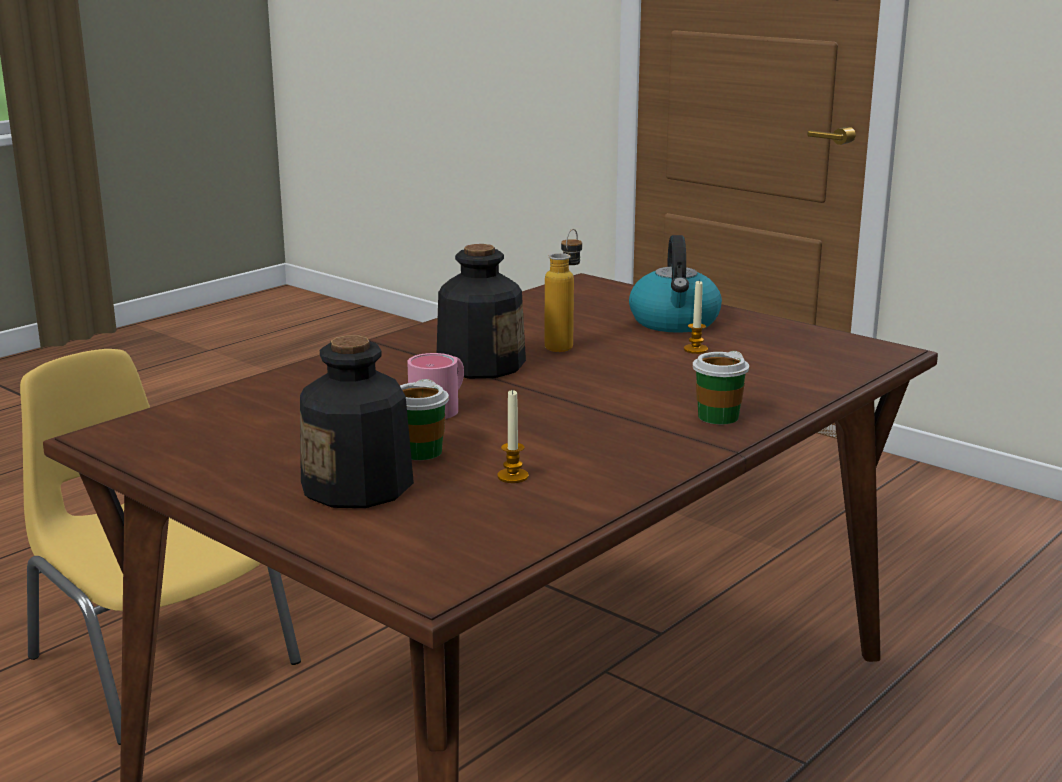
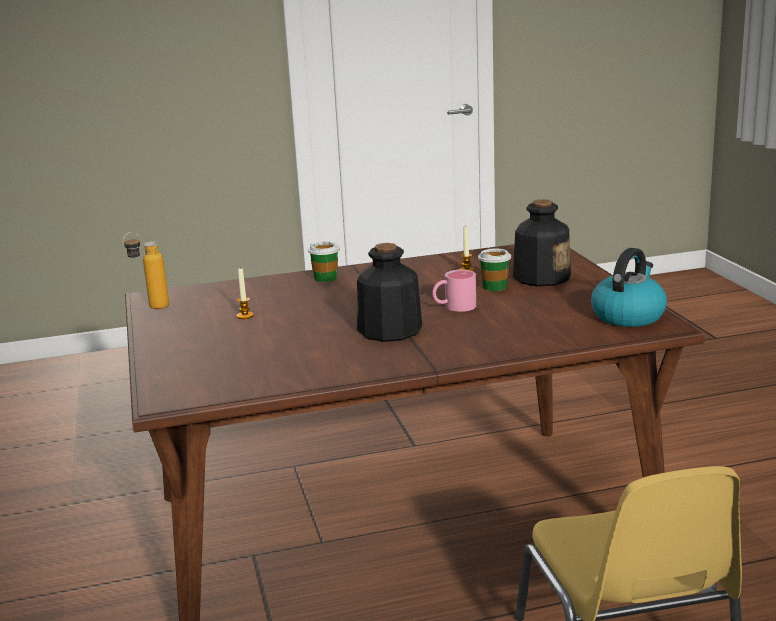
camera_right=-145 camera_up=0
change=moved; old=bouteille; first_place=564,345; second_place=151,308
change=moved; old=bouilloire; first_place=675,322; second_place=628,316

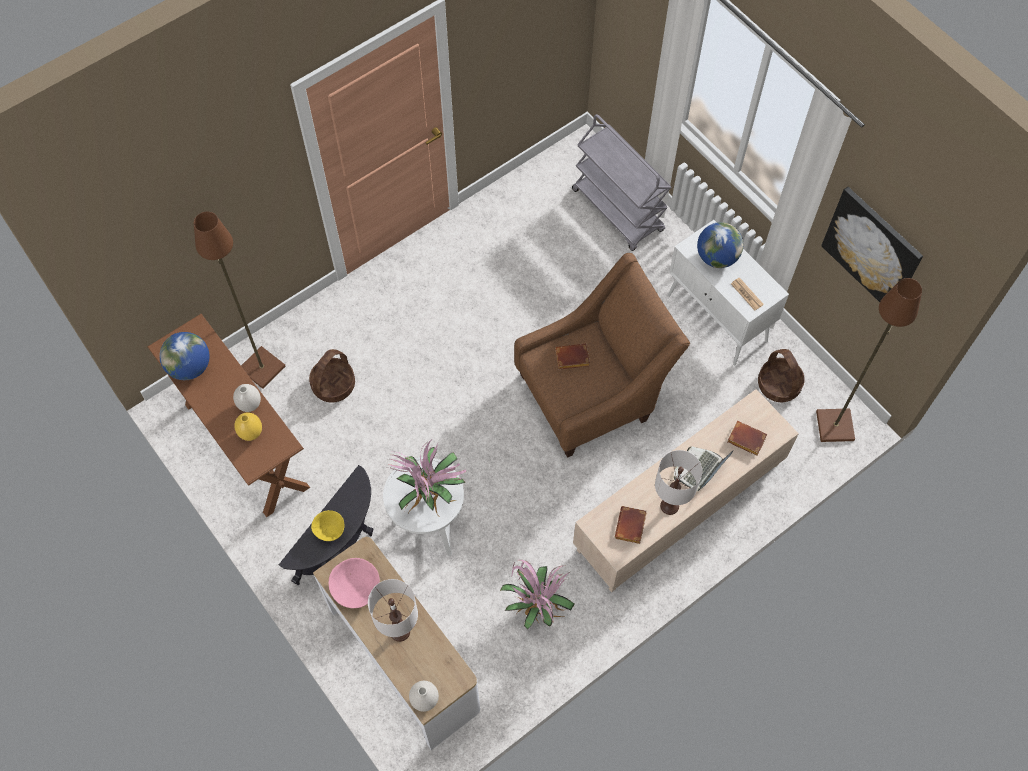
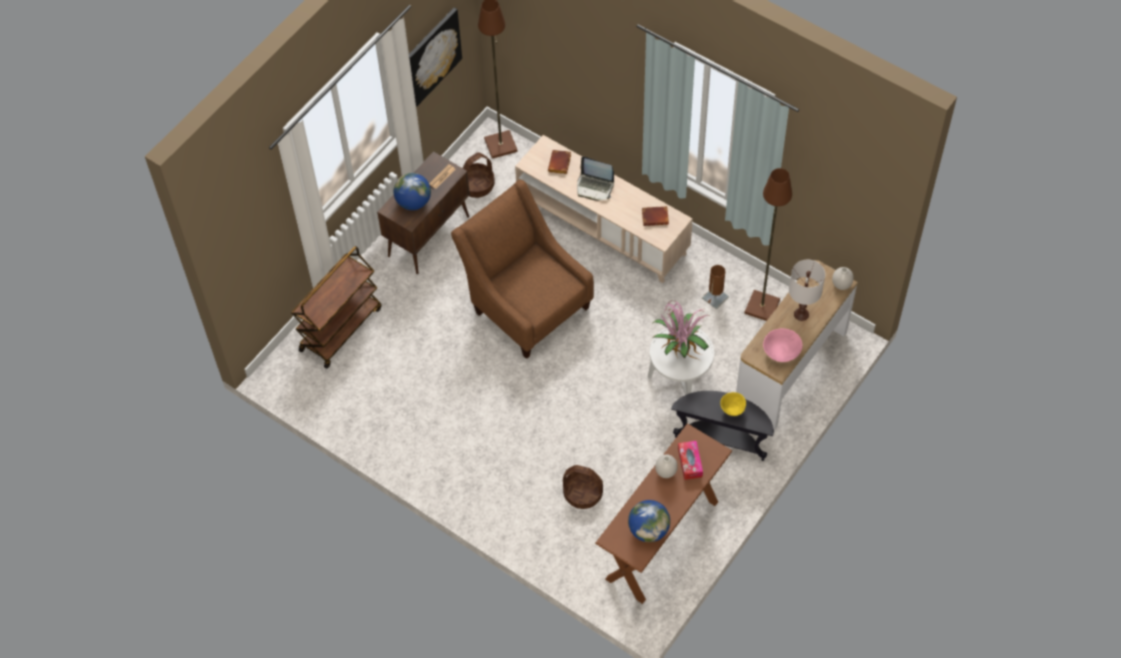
camera_right=-105 camera_up=-5
change=recoloured; old=chariot [gris]; new=chariot [marron]; first_place=618,211; second_place=340,328
change=moved; old=lampadaire [marron]; first_place=261,368; second_place=762,307
change=recoloured; old=meuble de rangement [blanc]; new=meuble de rangement [marron]; first_place=718,319; second_place=429,236
change=removed; old=livre [marron]; first_place=571,359
change=replaced; old=vase [jaune]; new=boîte à mouchoirs; first_place=251,433; second_place=690,463
change=removed; old=lampe de table [blanc]; first_place=670,506
change=replaced; old=plante en pot; new=lampe de table [marron]; first_place=536,605; second_place=715,297

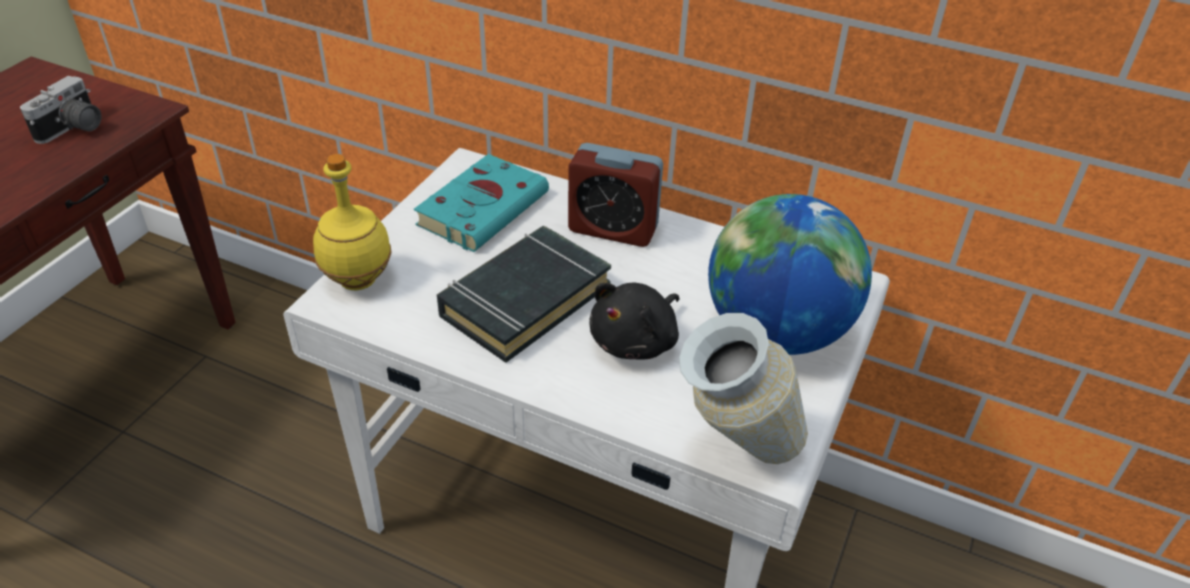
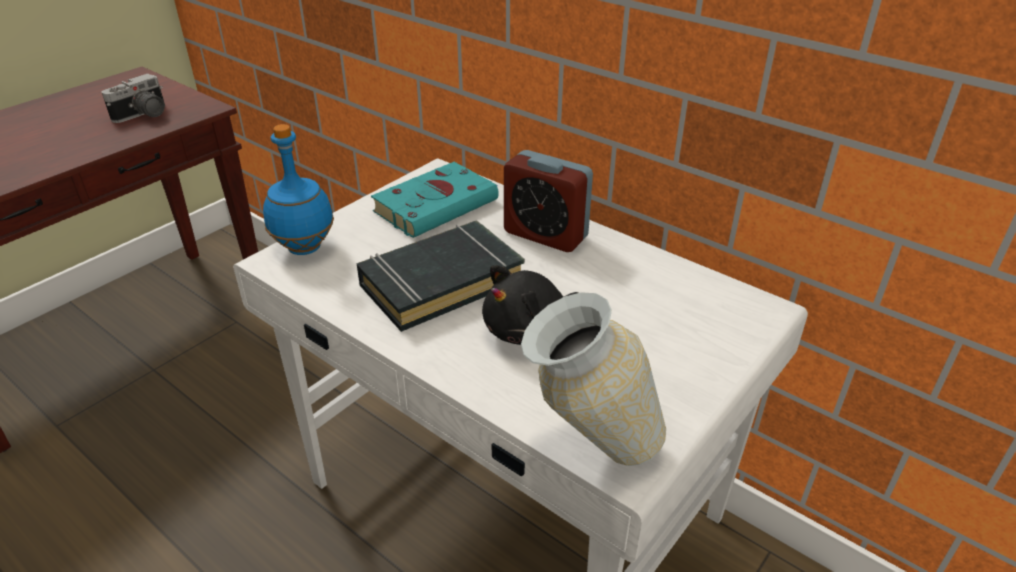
camera_right=15 camera_up=-5
change=recoloured; old=bouteille [jaune]; new=bouteille [bleu]; first_place=358,281; second_place=304,248
change=removed; old=globe; first_place=776,332

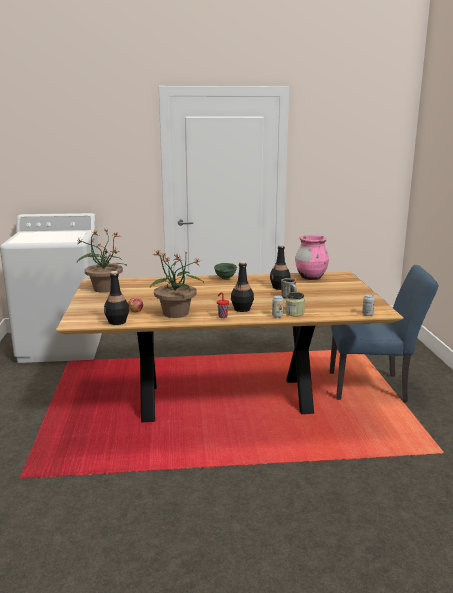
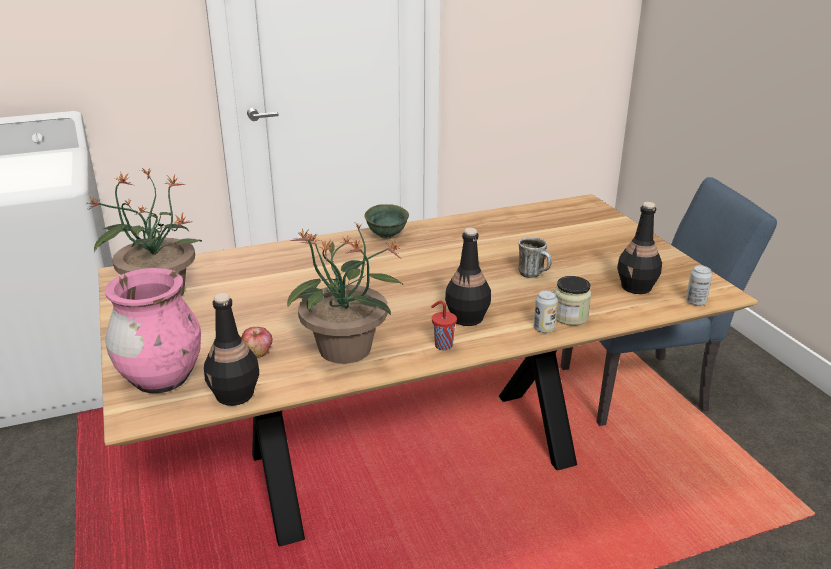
camera_right=-15 camera_up=10
change=moved; old=vase [rose]; first_place=311,277; second_place=162,379
change=moved; old=bouteille [noir]; first_place=280,287; second_place=636,287

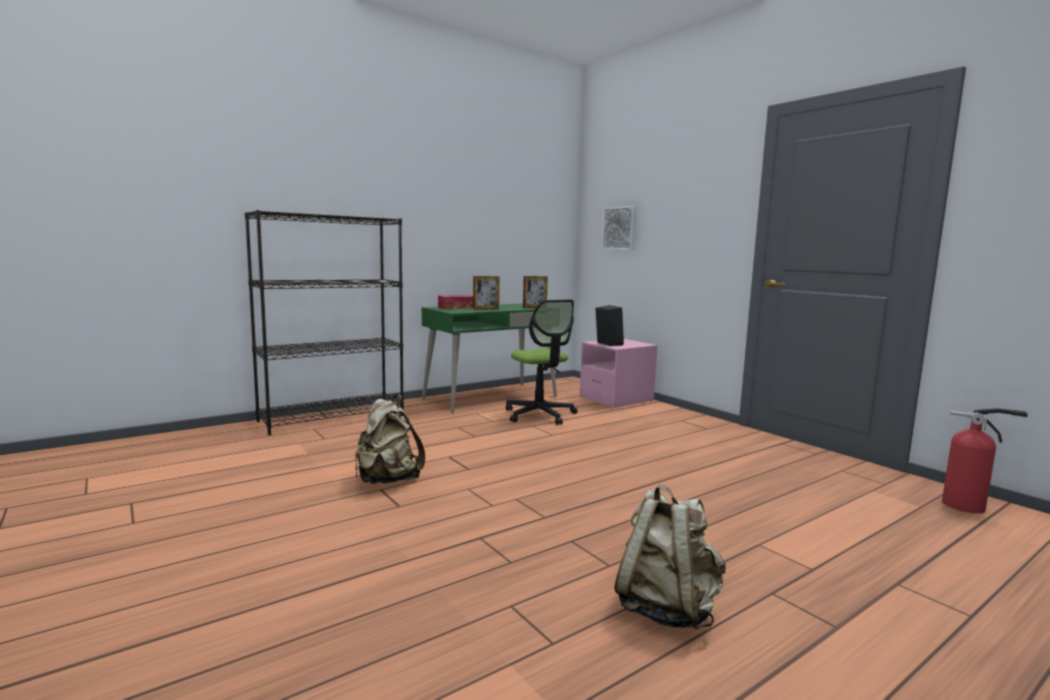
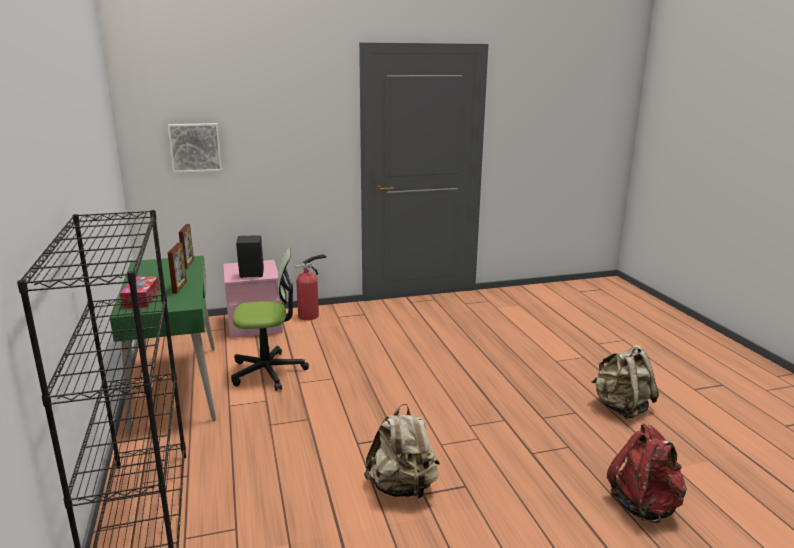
camera_right=-70 camera_up=10
change=moved; old=extincteur; first_place=968,507; second_place=310,315
change=added; new=sac à dos [rouge]; second_place=644,505

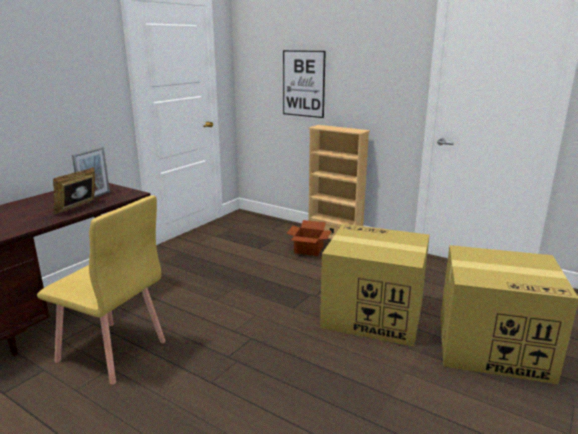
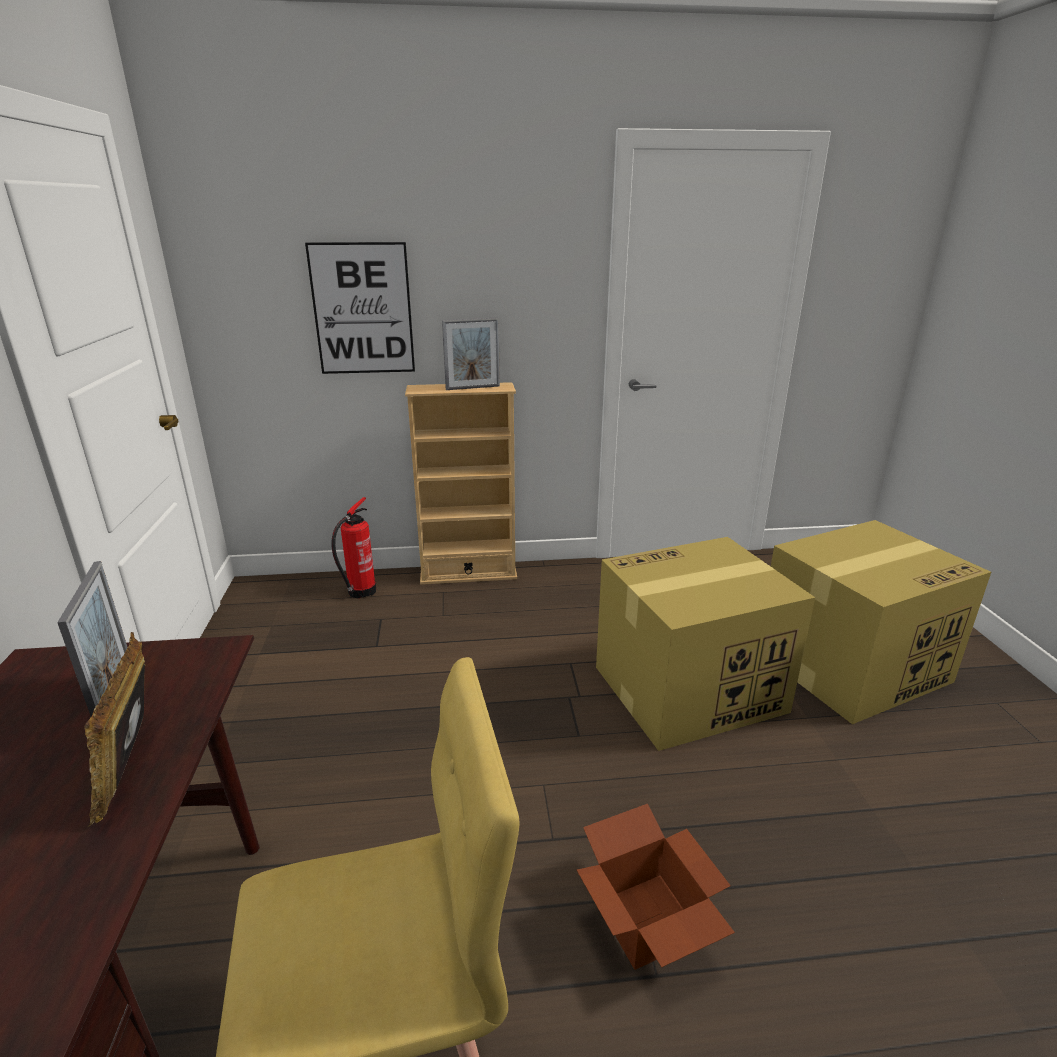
camera_right=-40 camera_up=5
change=moved; old=carton; first_place=308,250; second_place=648,922
change=added; new=cadre photo; second_place=473,388
change=added; new=extincteur; second_place=360,592

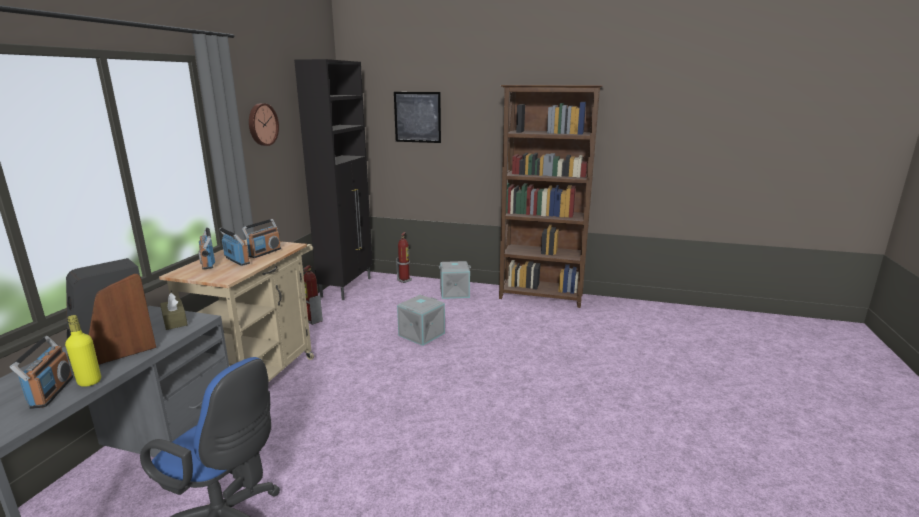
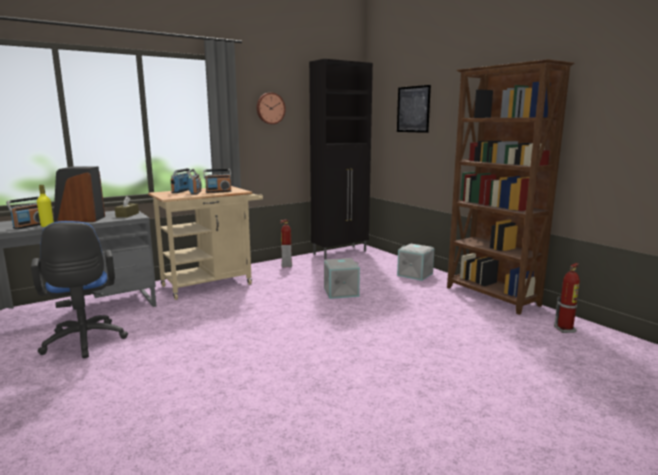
camera_right=40 camera_up=-5
change=moved; old=extincteur; first_place=404,280; second_place=565,329

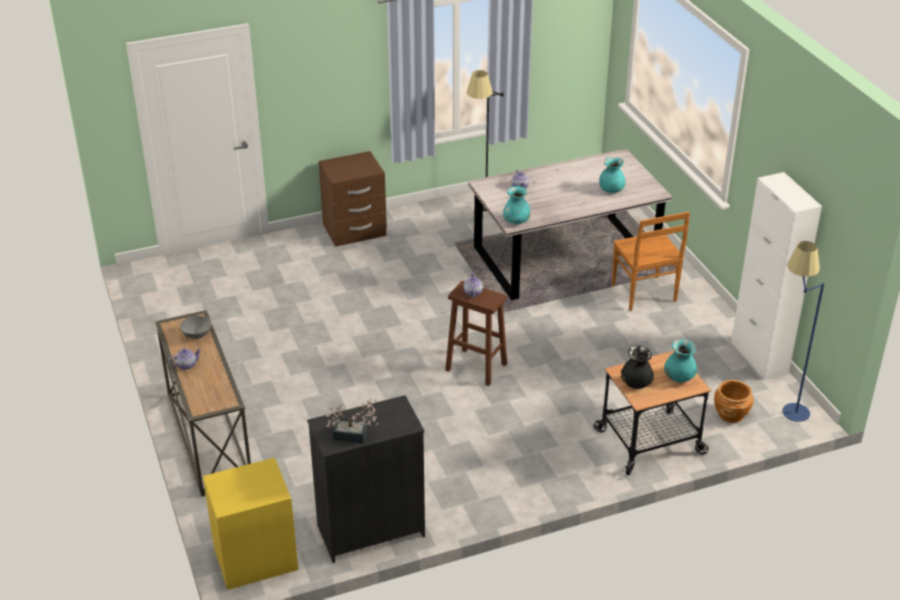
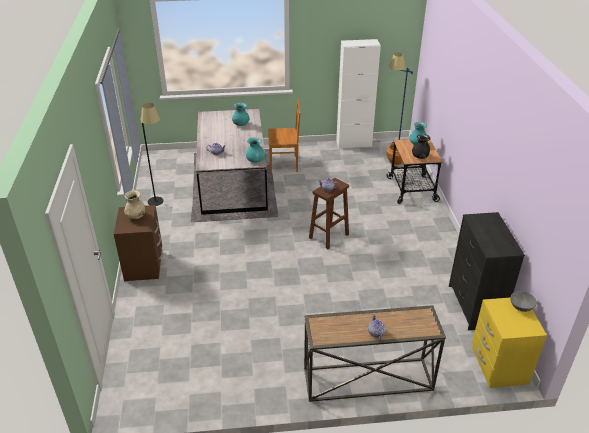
camera_right=-75 camera_up=0
change=moved; old=bol [gris]; first_place=197,334; second_place=521,307
change=removed; old=plante en pot; first_place=354,435
change=added; new=vase [beige]; second_place=136,216

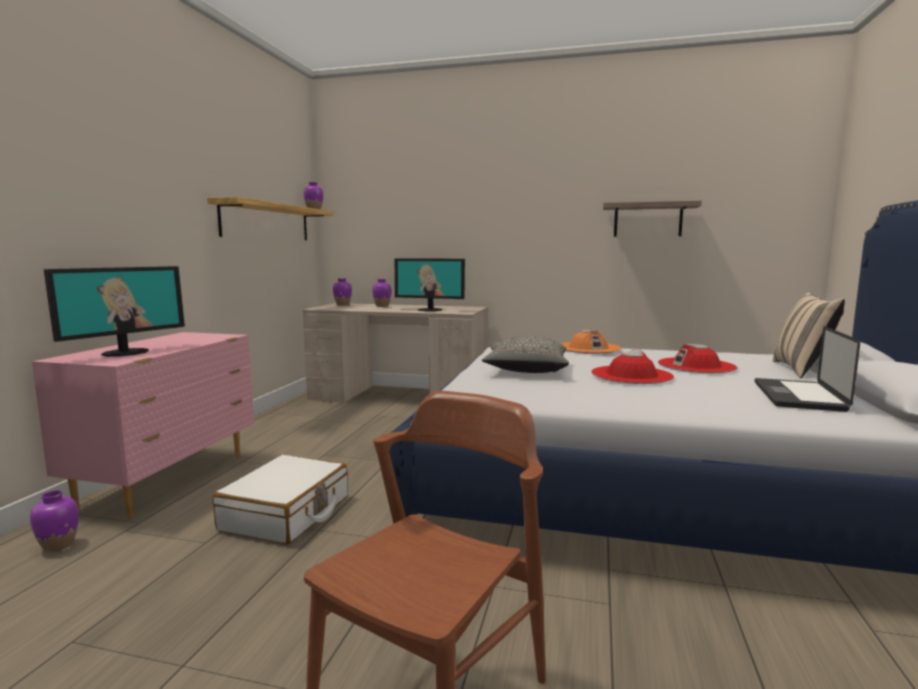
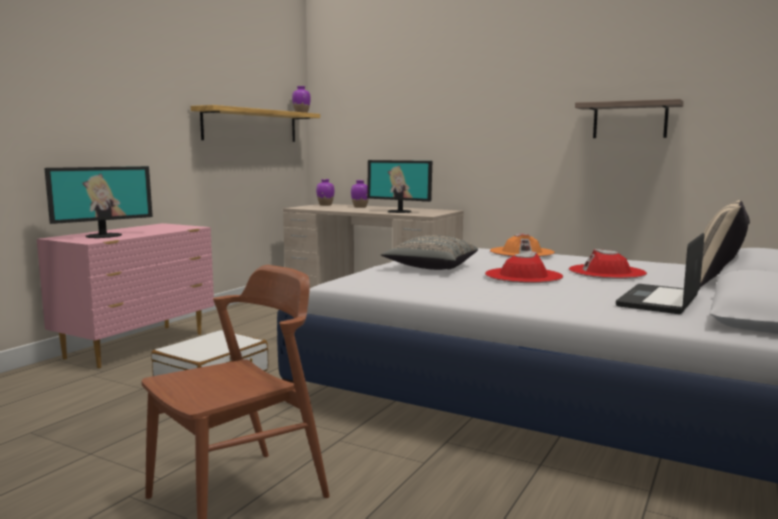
camera_right=15 camera_up=0
change=removed; old=vase [violet]; first_place=58,545

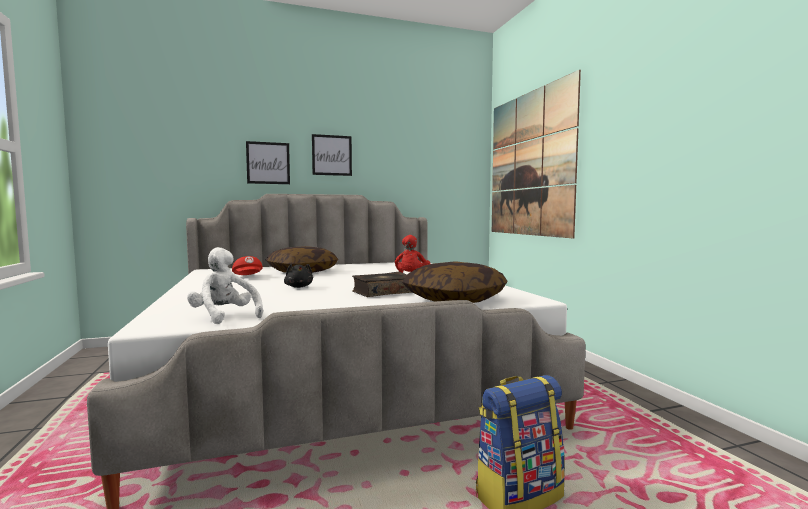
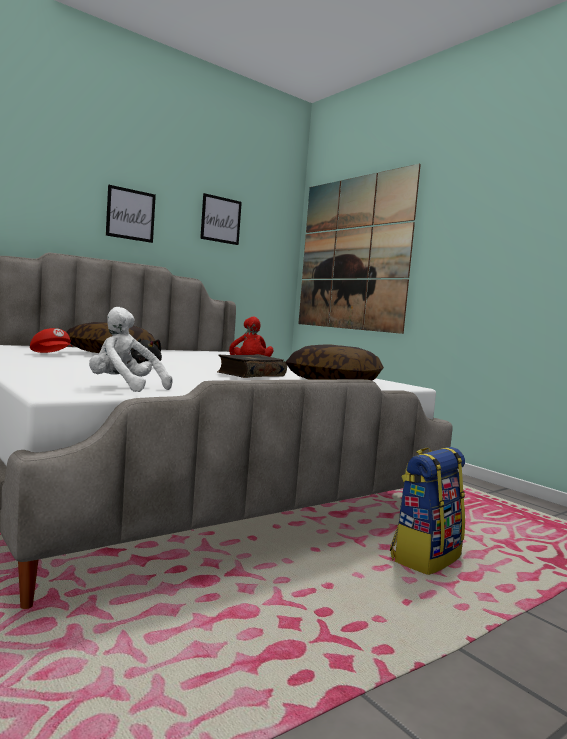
camera_right=-20 camera_up=0
change=moved; old=tableau; first_place=268,163; second_place=221,220

